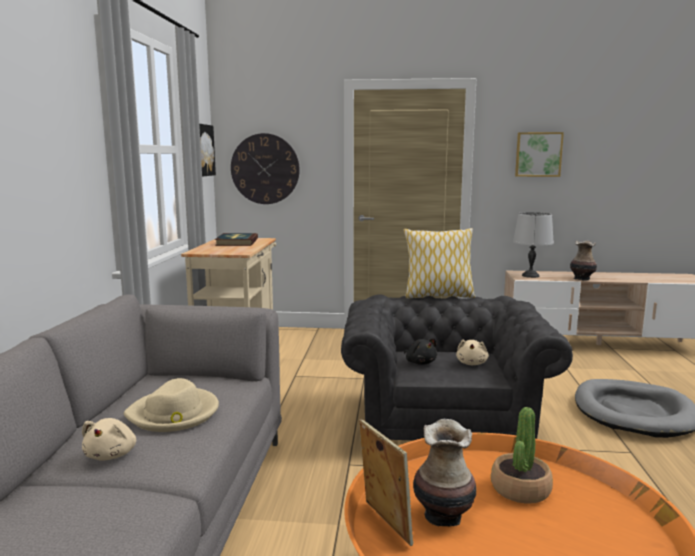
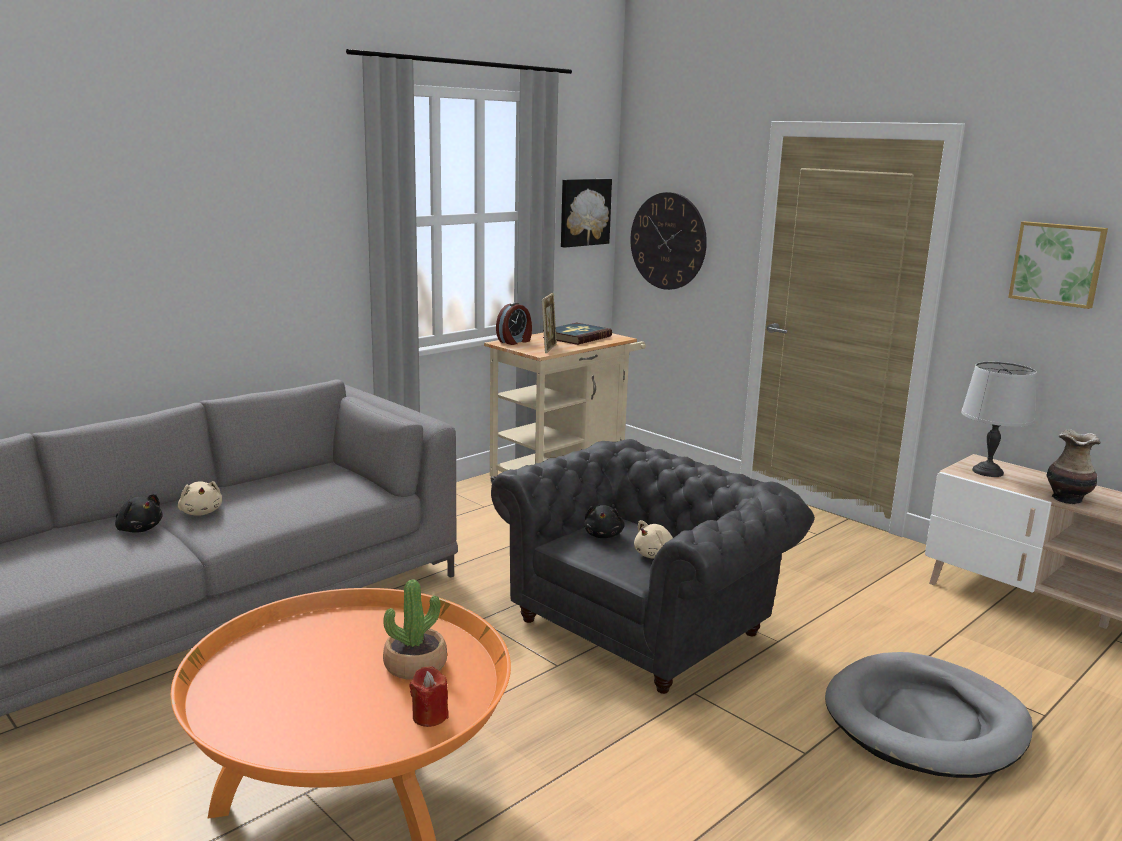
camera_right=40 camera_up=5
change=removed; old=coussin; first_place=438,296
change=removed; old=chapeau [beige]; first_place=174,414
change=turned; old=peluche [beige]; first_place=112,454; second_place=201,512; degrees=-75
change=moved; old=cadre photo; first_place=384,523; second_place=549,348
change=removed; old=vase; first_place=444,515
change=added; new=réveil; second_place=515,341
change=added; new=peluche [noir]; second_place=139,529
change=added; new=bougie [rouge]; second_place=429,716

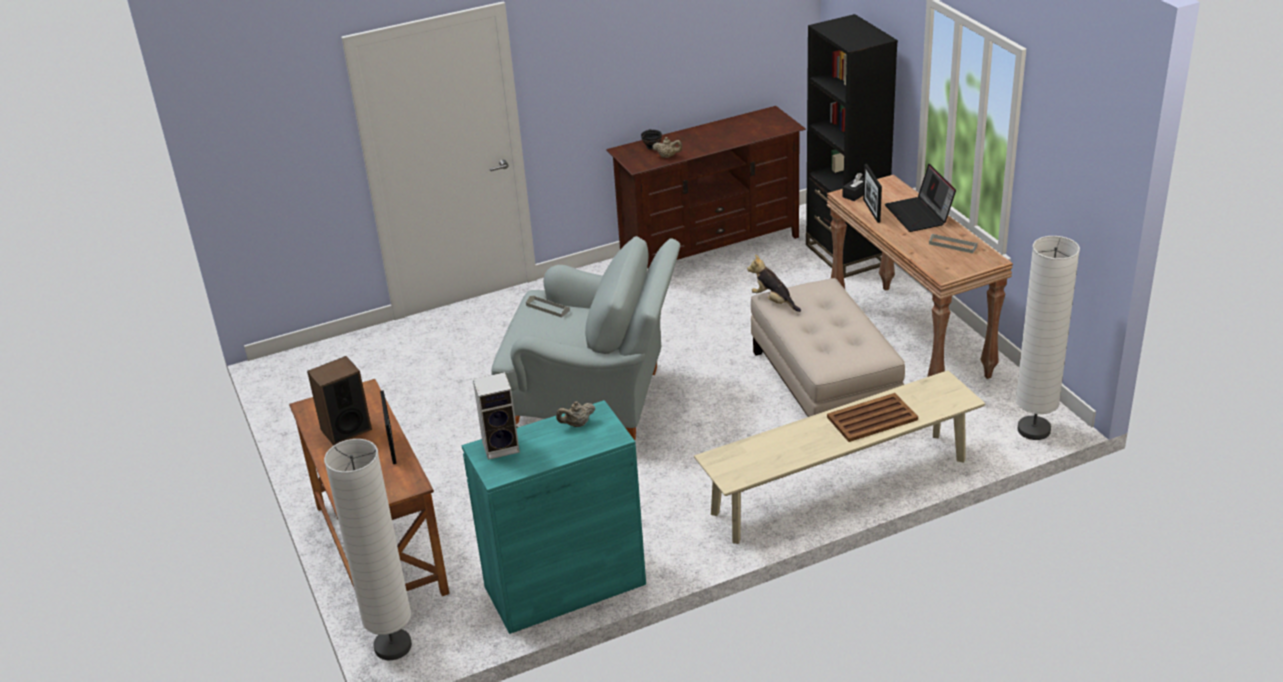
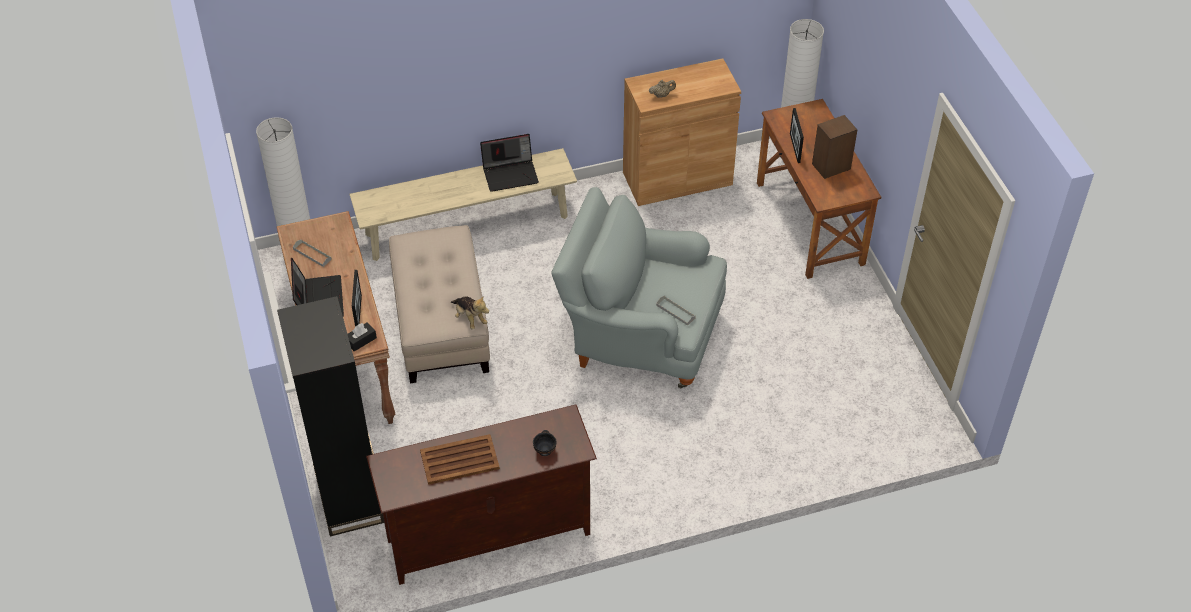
camera_right=-175 camera_up=15
change=removed; old=théière [beige]; first_place=667,156
change=removed; old=enceinte; first_place=502,446
change=moved; old=plateau [marron]; first_place=871,418; second_place=460,460
change=recoloured; old=meuble de rangement [turquoise]; new=meuble de rangement [marron]; first_place=565,585; second_place=677,178
change=added; new=ordinateur portable; second_place=511,173

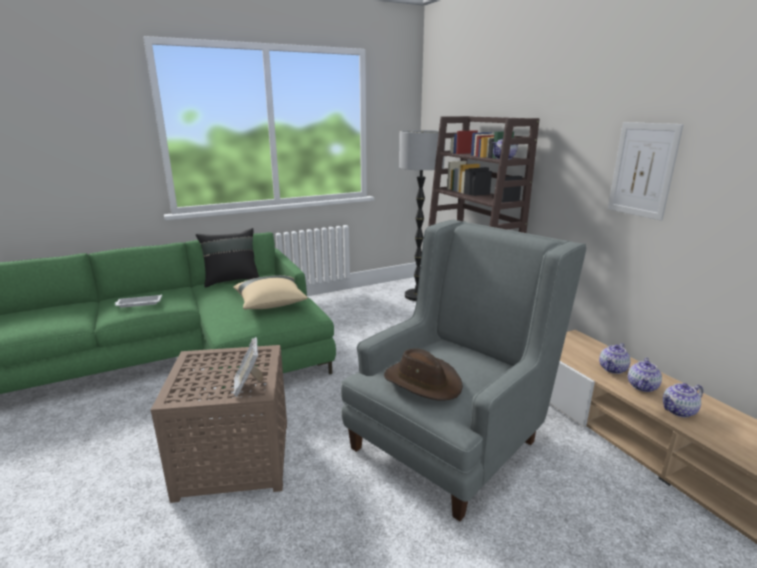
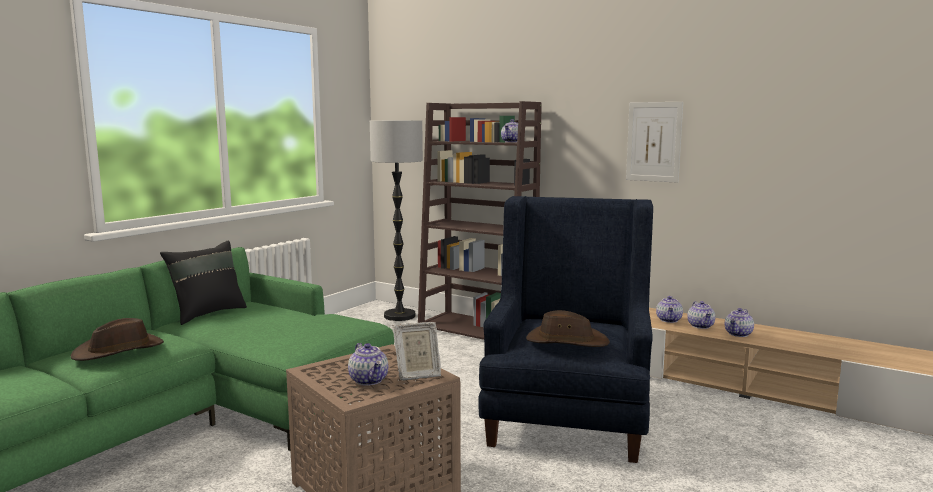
camera_right=-30 camera_up=-10
change=recoloured; old=fauteuil [gris]; new=fauteuil [bleu]; first_place=452,437; second_place=567,413
change=removed; old=coussin [beige]; first_place=271,304
change=replaced; old=plateau [blanc]; new=chapeau [marron]; first_place=138,303; second_place=119,350
change=turned; old=cadre photo; first_place=248,385; second_place=417,374; degrees=-60
change=added; new=théière; second_place=369,380

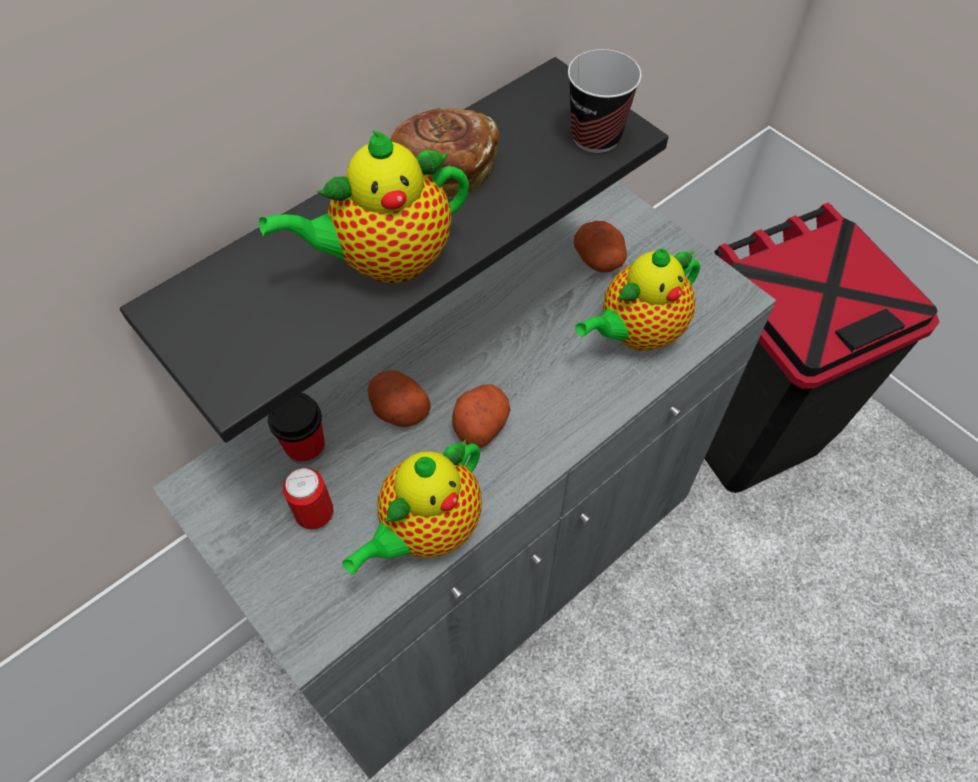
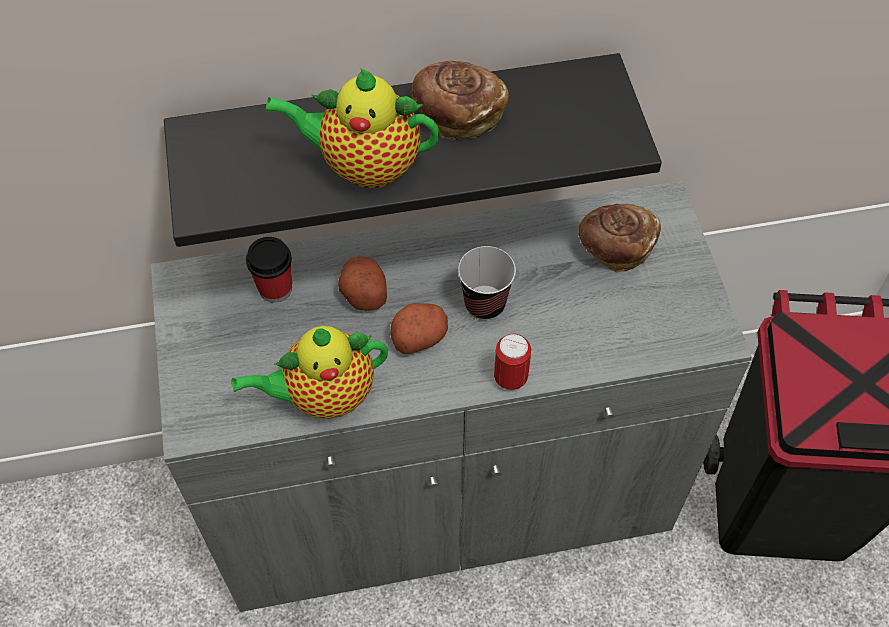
camera_right=30 camera_up=0
change=moved; old=tasse; first_place=595,136; second_place=485,304
change=replaced; old=pomme de terre; new=pain; first_place=600,259; second_place=615,247
change=removed; old=théière; first_place=636,333
change=moved; old=boîte métallique; first_place=315,514; second_place=510,378

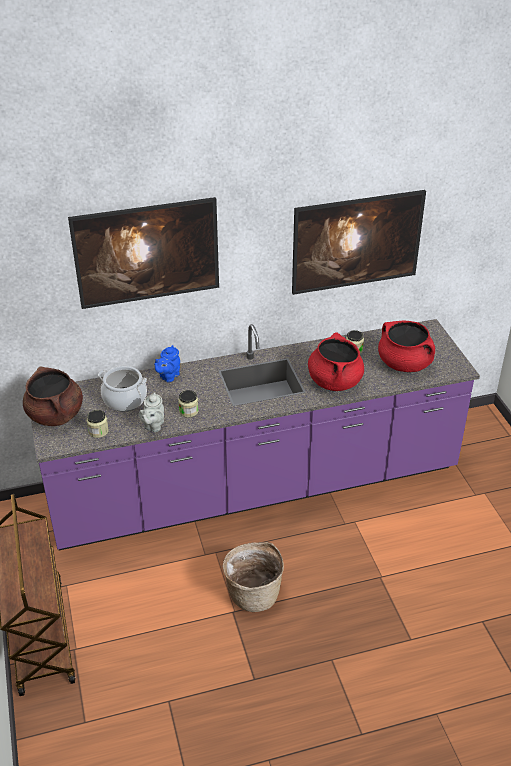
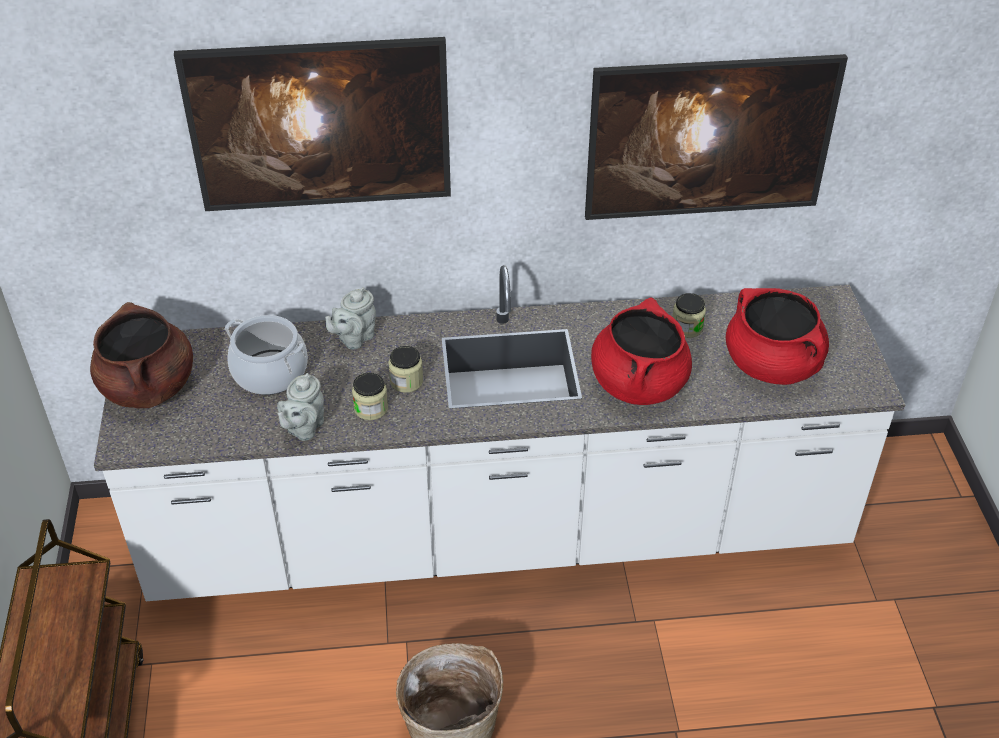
camera_right=10 camera_up=5
change=recoloured; old=comptoir de cuisine [violet]; new=comptoir de cuisine [blanc]; first_place=255,488; second_place=499,533
change=recoloured; old=théière [bleu]; new=théière [gris]; first_place=168,376; second_place=354,338
change=moved; old=bocal; first_place=98,431; second_place=406,381

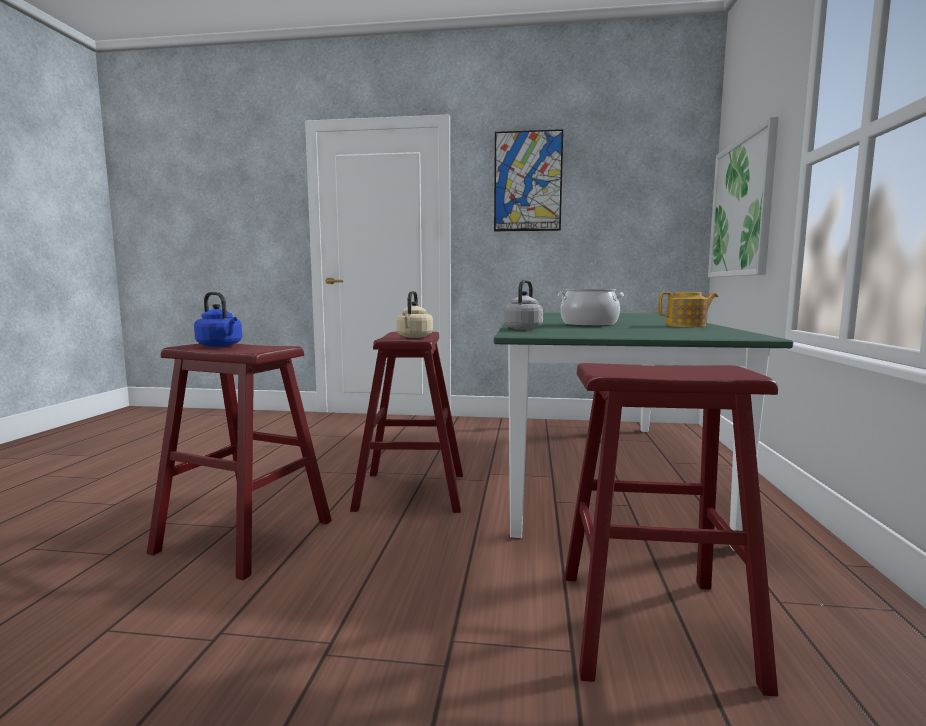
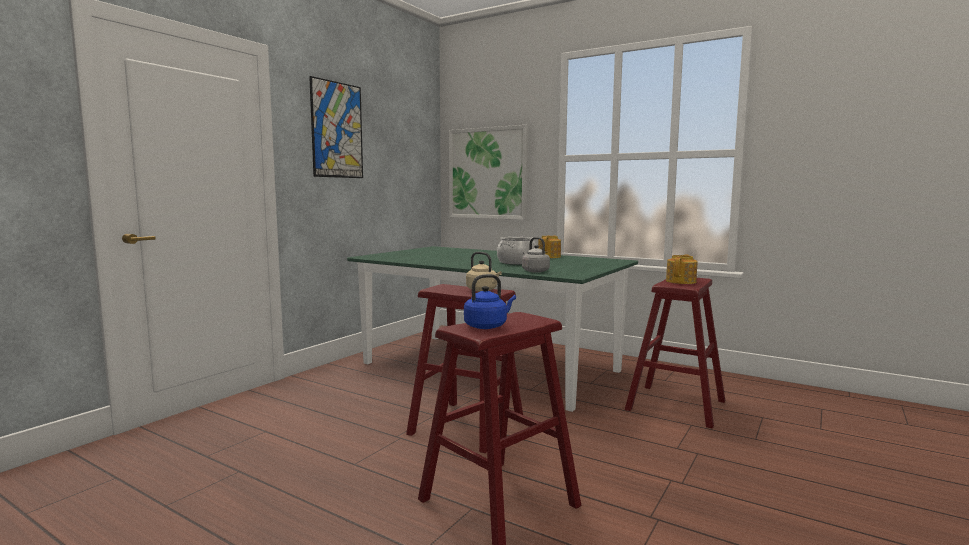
camera_right=-65 camera_up=0
change=added; new=théière; second_place=681,281

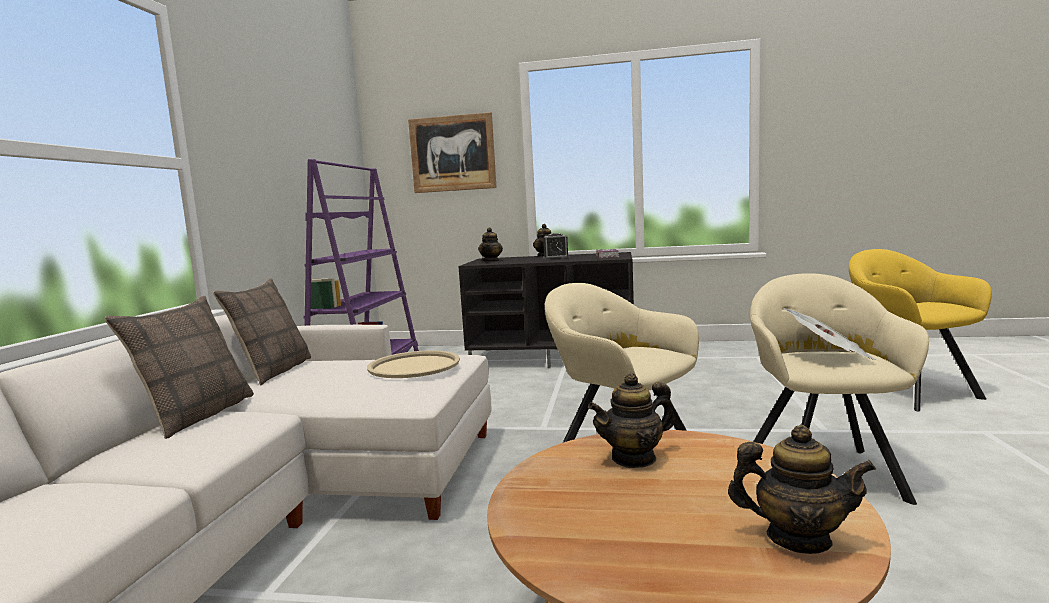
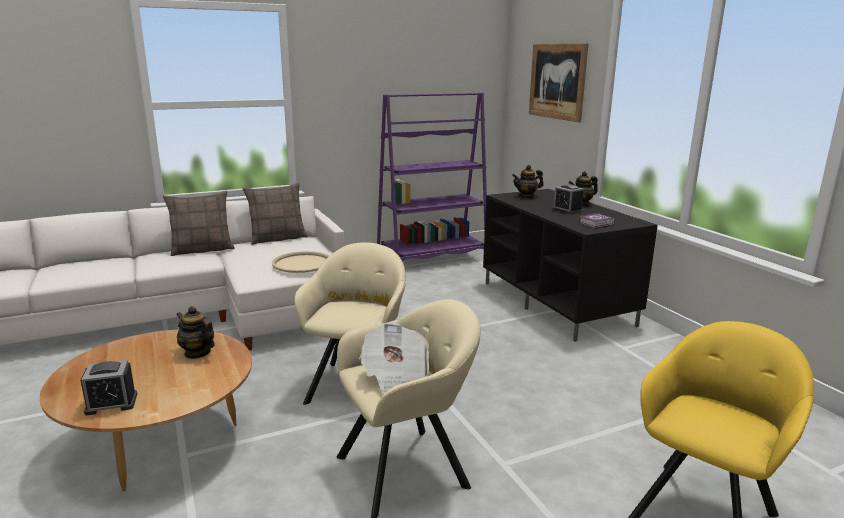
camera_right=55 camera_up=10
change=replaced; old=théière; new=réveil; first_place=798,538; second_place=111,403

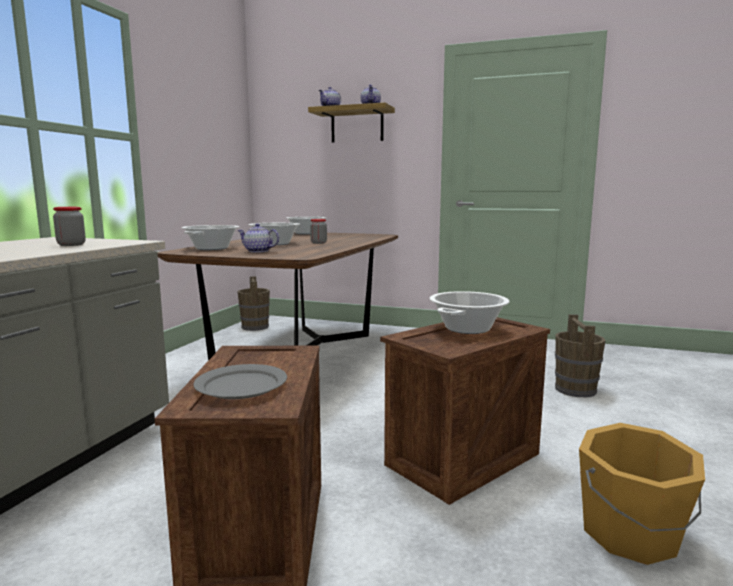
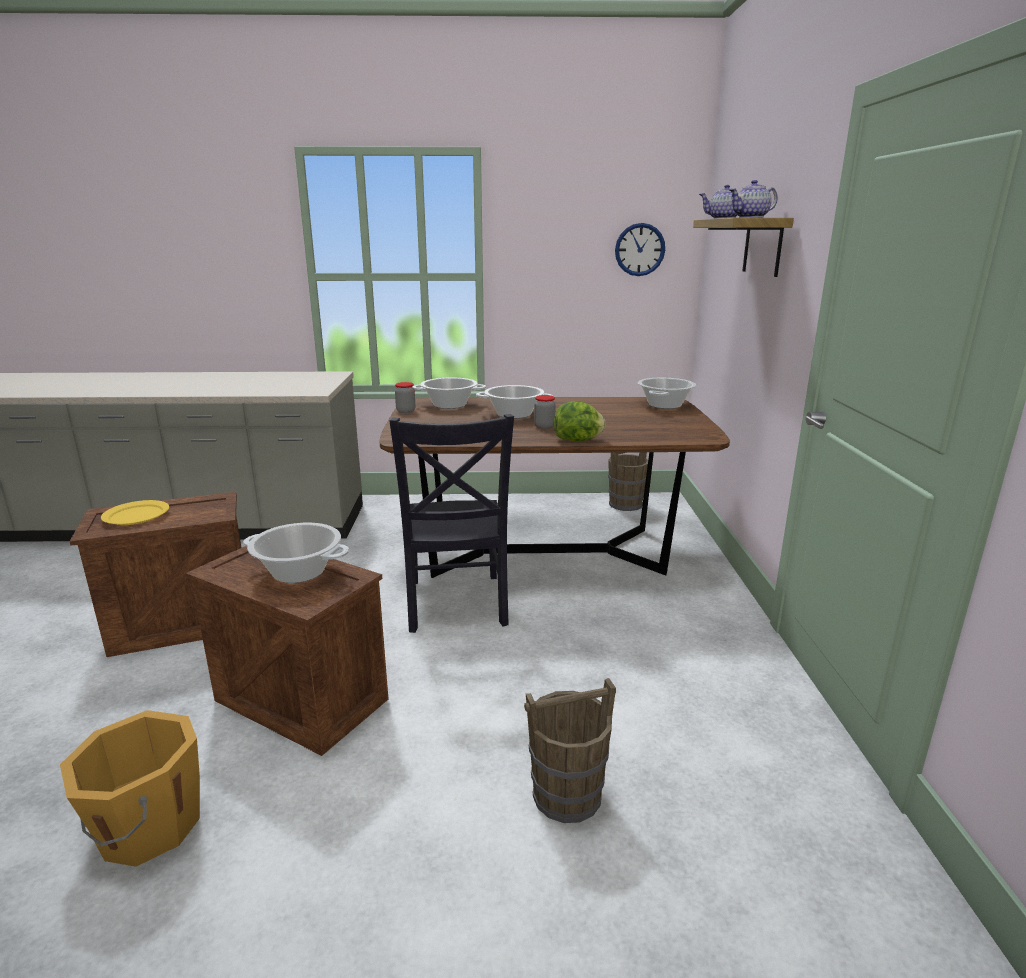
camera_right=70 camera_up=10
change=moved; old=bocal; first_place=71,245; second_place=406,411
change=removed; old=théière; first_place=258,251
change=recoloured; old=assiette [gris]; new=assiette [jaune]; first_place=240,385; second_place=136,515
change=added; new=horloge murale; second_place=639,249
change=added; new=laitue; second_place=578,440
change=added; new=chaise [noir]; second_place=456,605

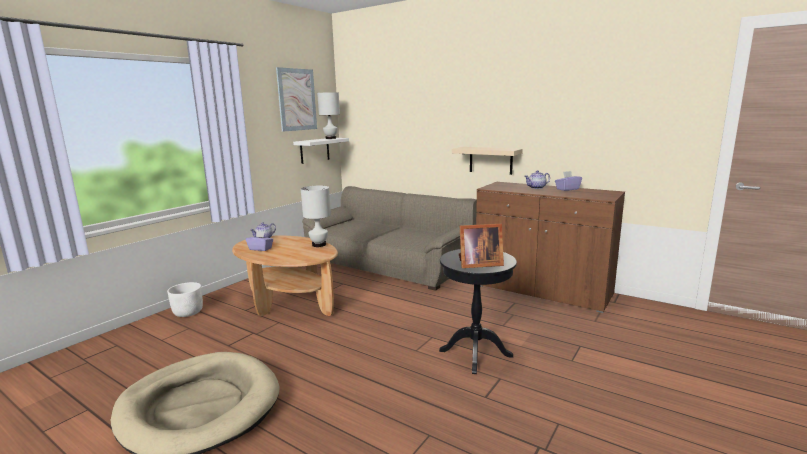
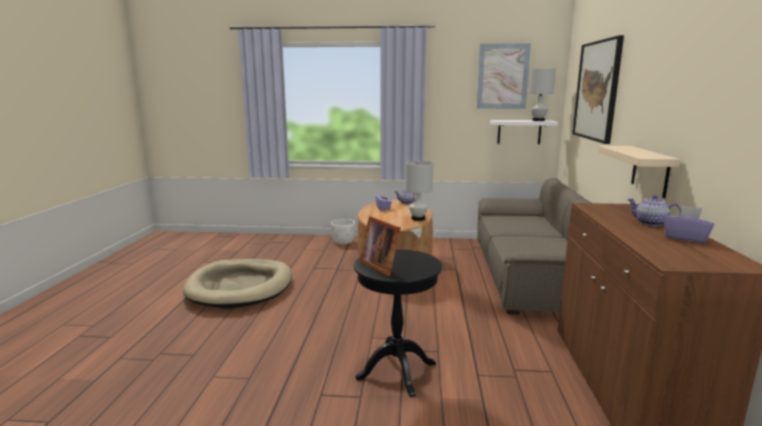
camera_right=60 camera_up=0
change=added; new=tableau; second_place=597,90

